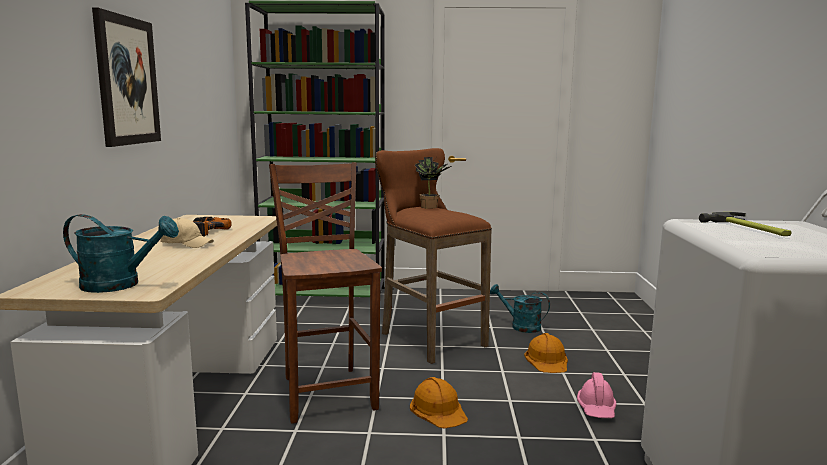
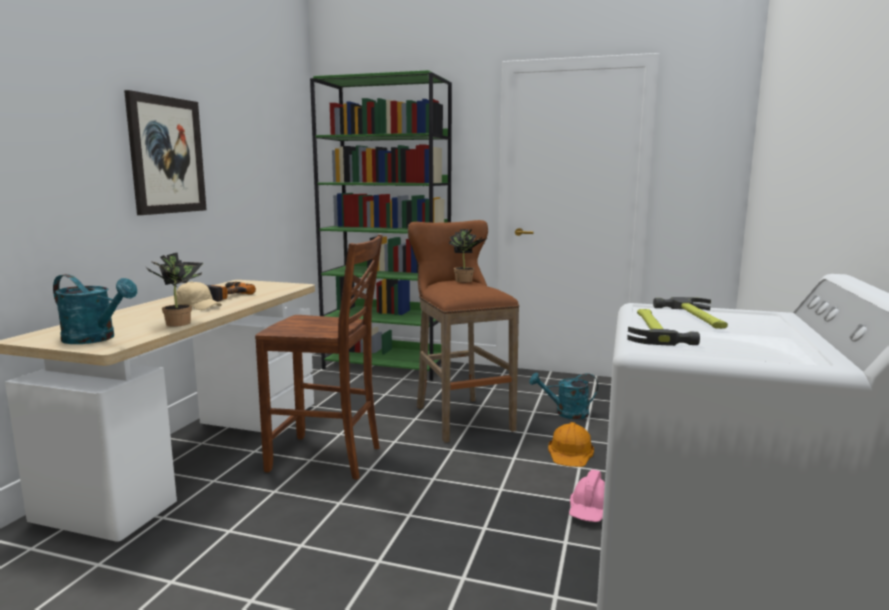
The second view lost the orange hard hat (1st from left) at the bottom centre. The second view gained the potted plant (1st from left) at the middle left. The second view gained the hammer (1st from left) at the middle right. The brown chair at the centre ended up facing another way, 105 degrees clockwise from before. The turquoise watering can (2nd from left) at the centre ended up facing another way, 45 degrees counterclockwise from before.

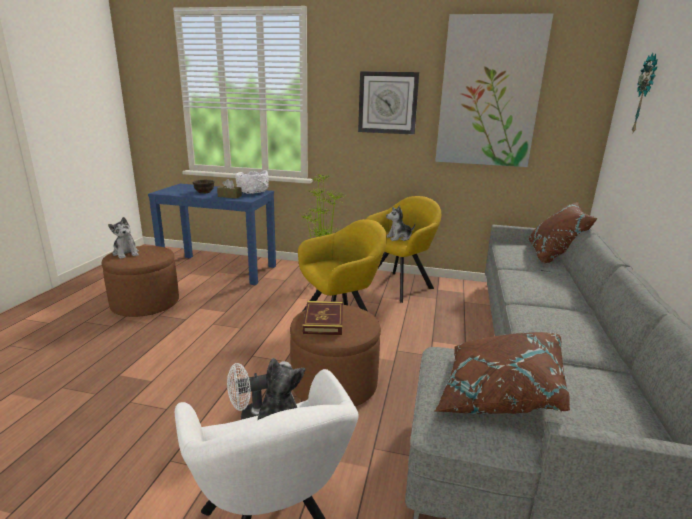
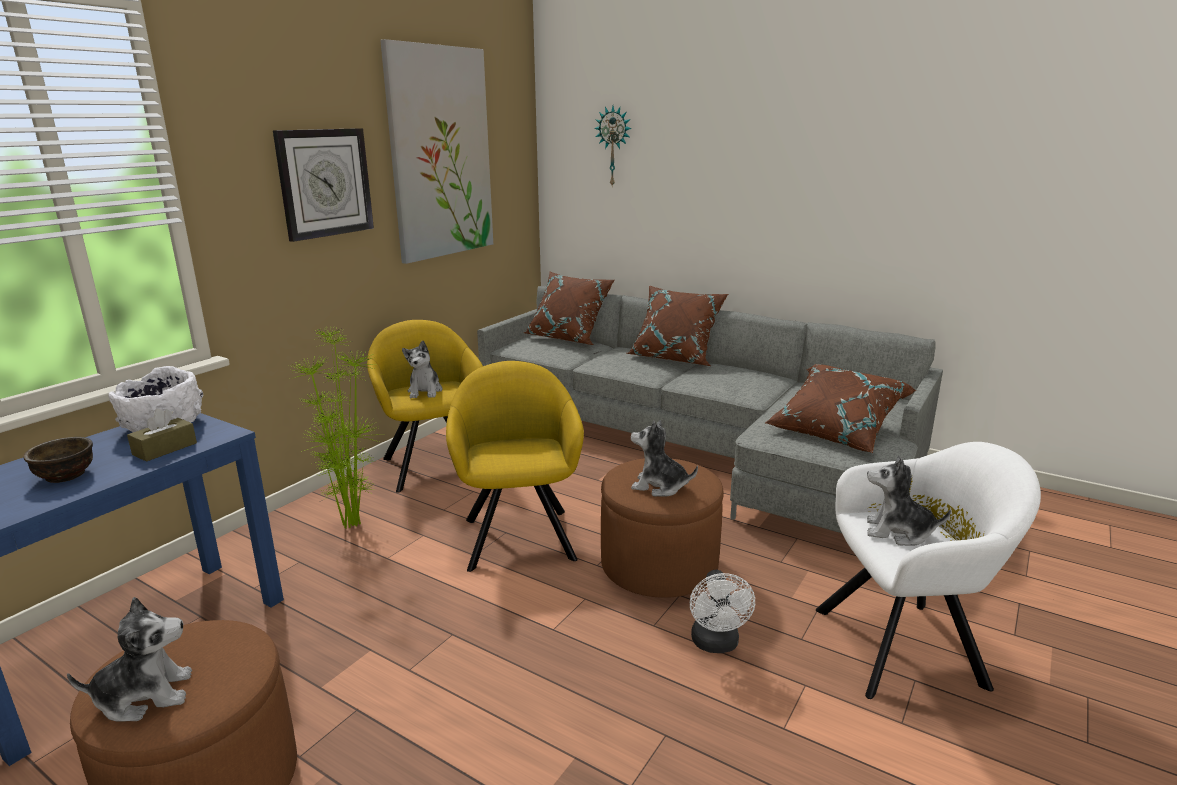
The second view gained the brown pillow (2nd from left) at the centre. Where the book stood at the centre, the plush toy (3rd from left) came to stand at the centre.

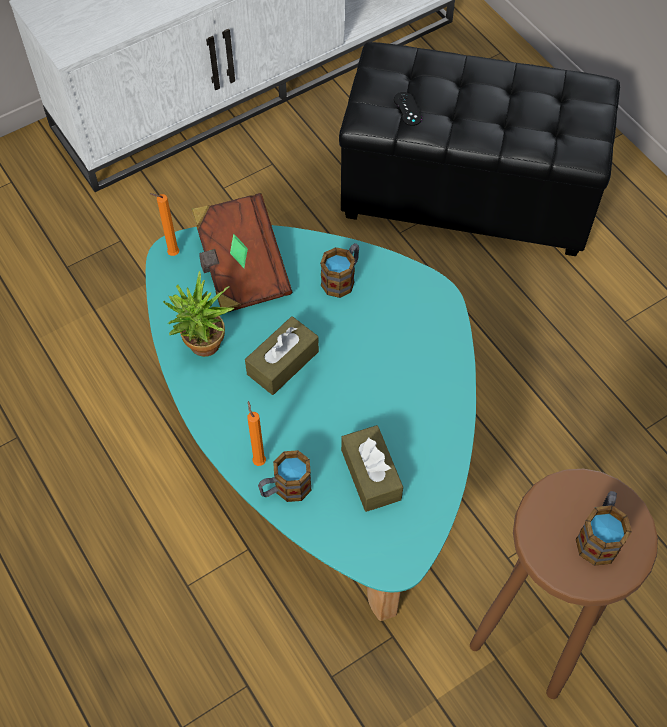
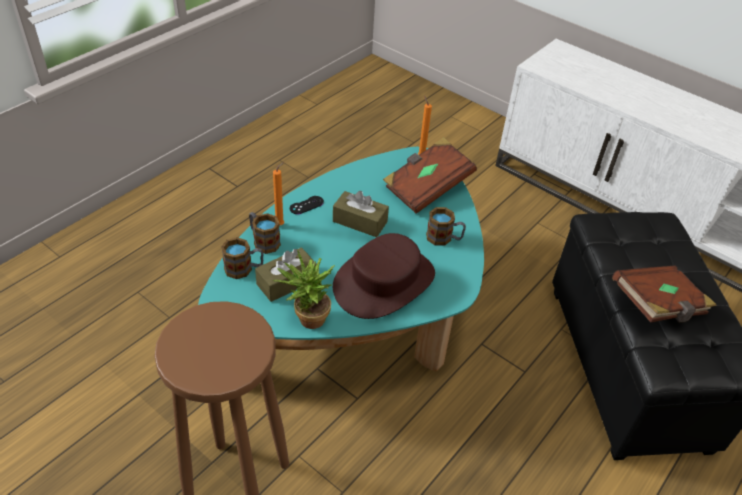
The second view gained the brown hat at the centre. The second view gained the brown book (2nd from left) at the middle right. The potted plant ended up elsewhere, having gone from the middle left to the centre. The black game controller ended up elsewhere, having gone from the top centre to the centre. The mug (3rd from left in the first image) ended up elsewhere, having gone from the bottom right to the middle left.

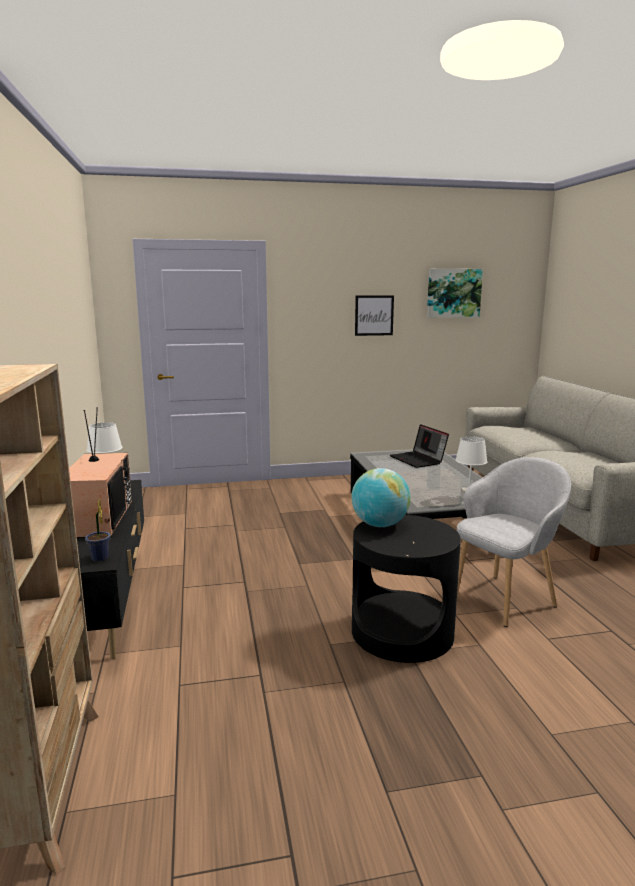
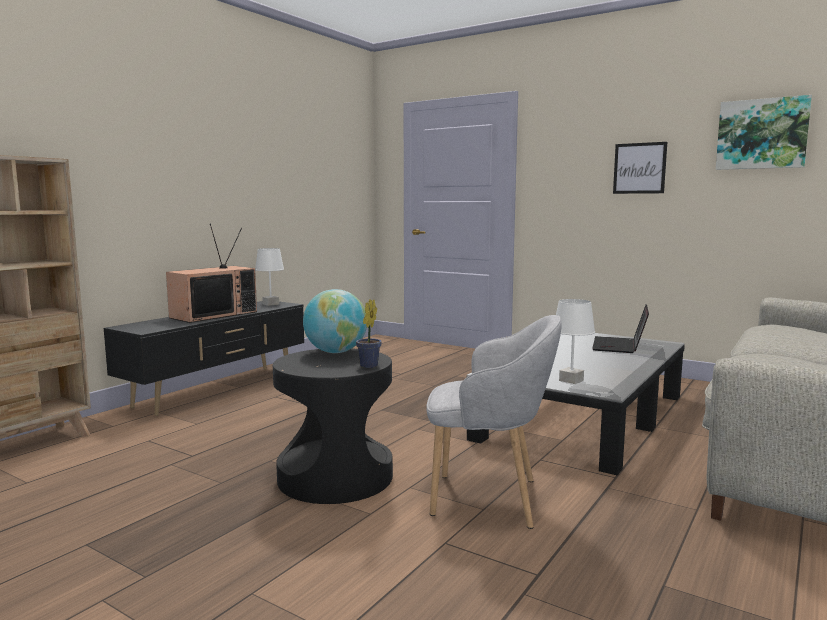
The potted plant ended up elsewhere, having gone from the middle left to the centre.

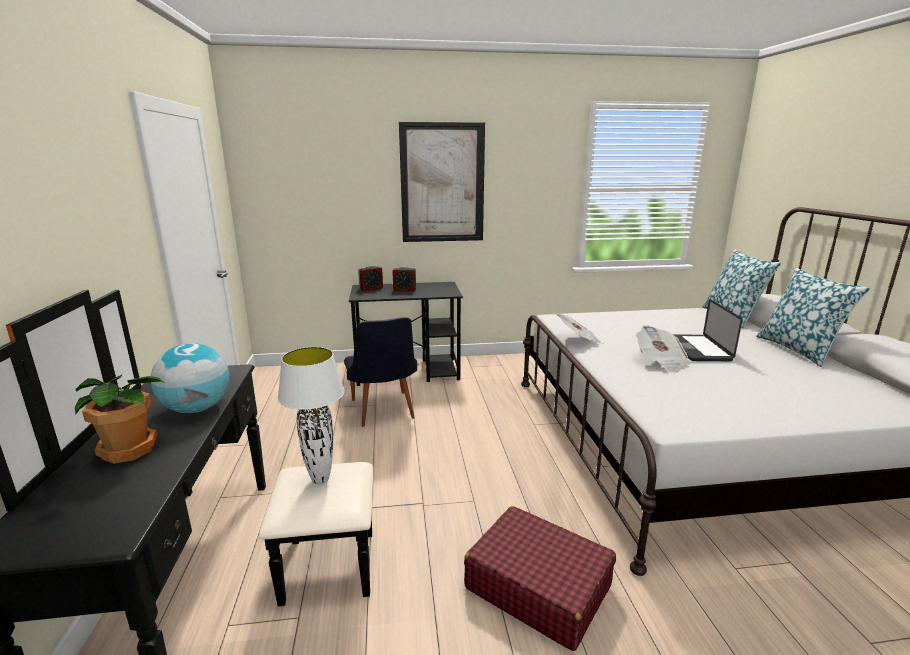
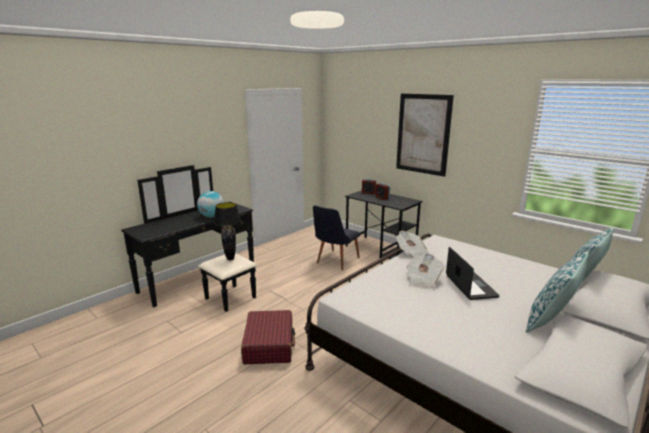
The second view lost the potted plant at the middle left. What was the white table lamp at the centre turned into the black table lamp at the centre. The laptop at the middle right ended up facing another way, 120 degrees clockwise from before.

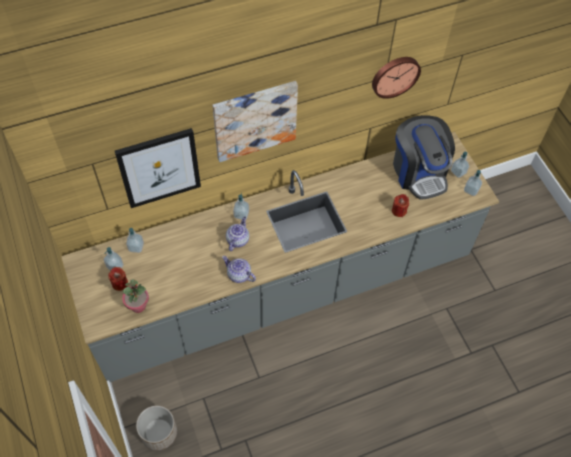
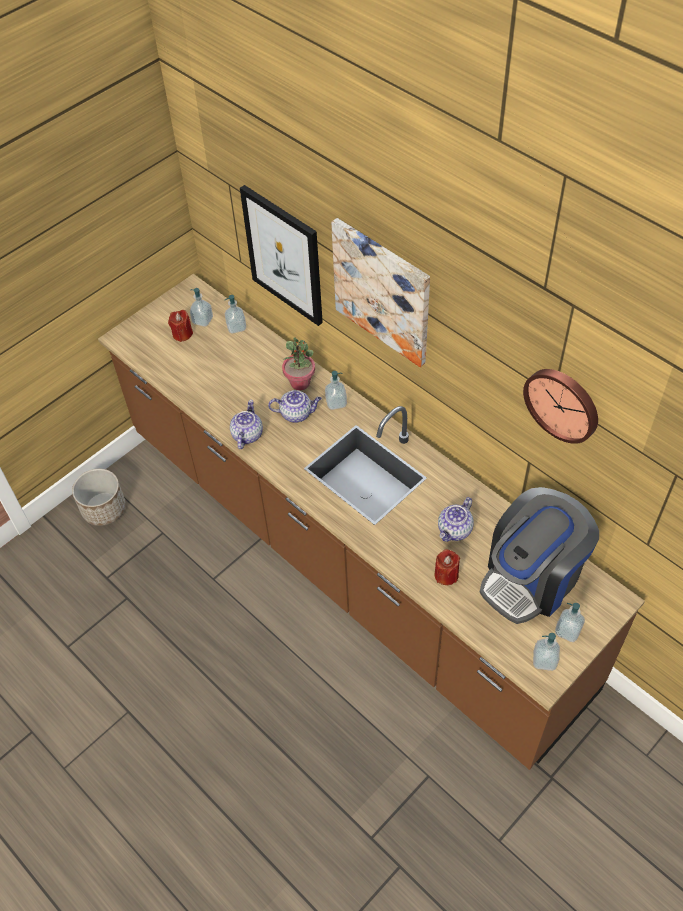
The second view gained the teapot (3rd from left) at the middle right. The potted plant ended up elsewhere, having gone from the middle left to the centre. What was the grey counter at the centre turned into the brown counter at the centre.

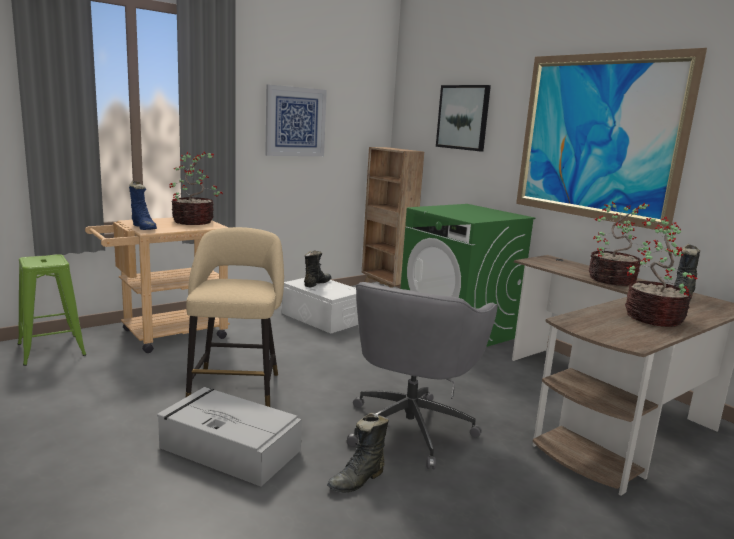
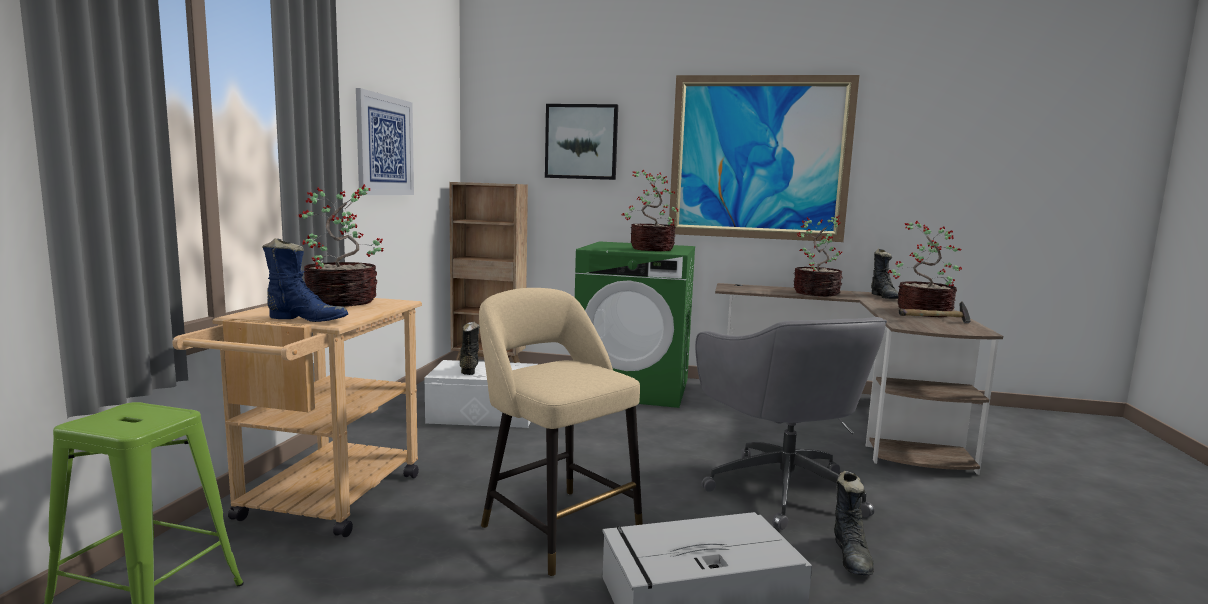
The second view gained the potted plant (2nd from left) at the centre. The second view gained the hammer at the middle right.

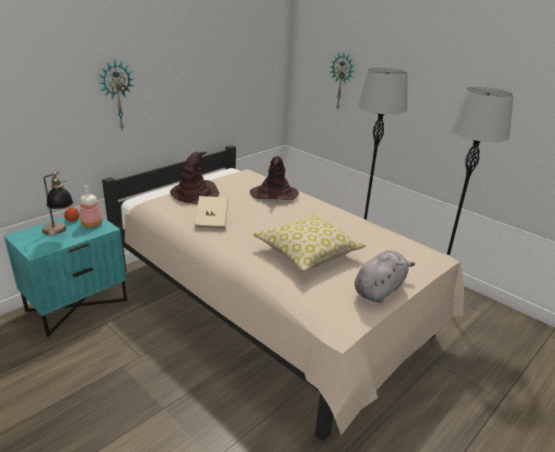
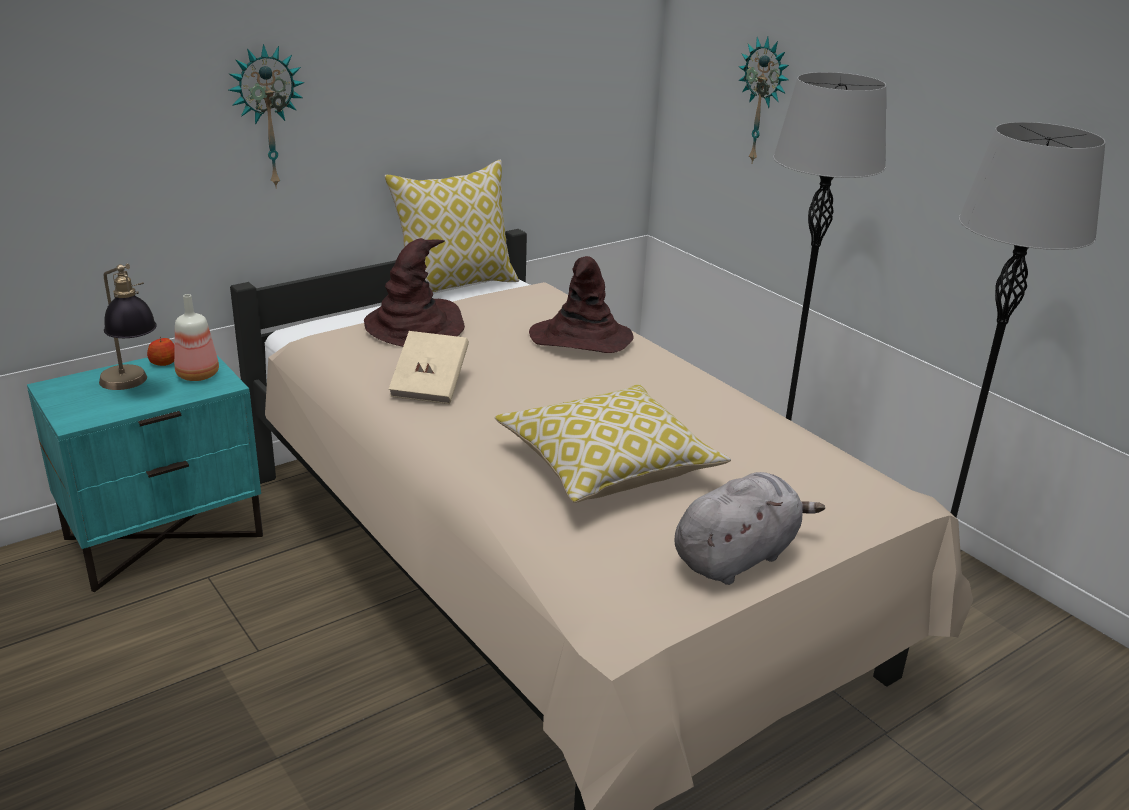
The second view gained the pillow (1st from left) at the top centre.

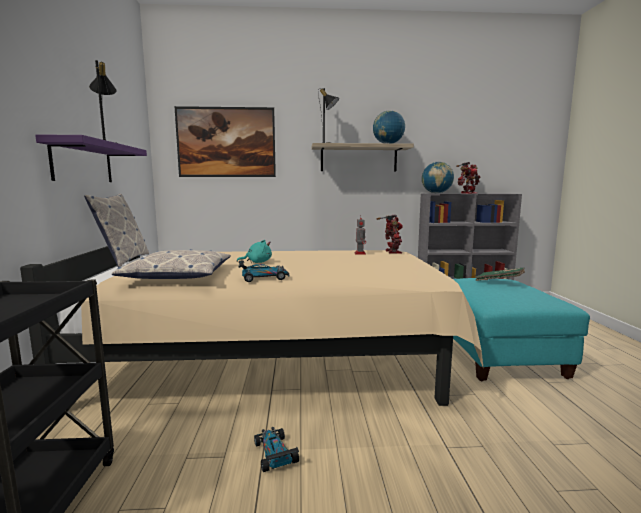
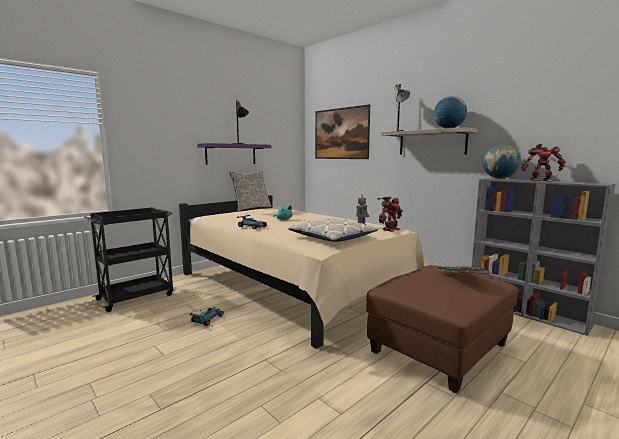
The pillow (2nd from left) ended up elsewhere, having gone from the middle left to the centre. What was the turquoise ottoman at the middle right turned into the brown ottoman at the bottom right.

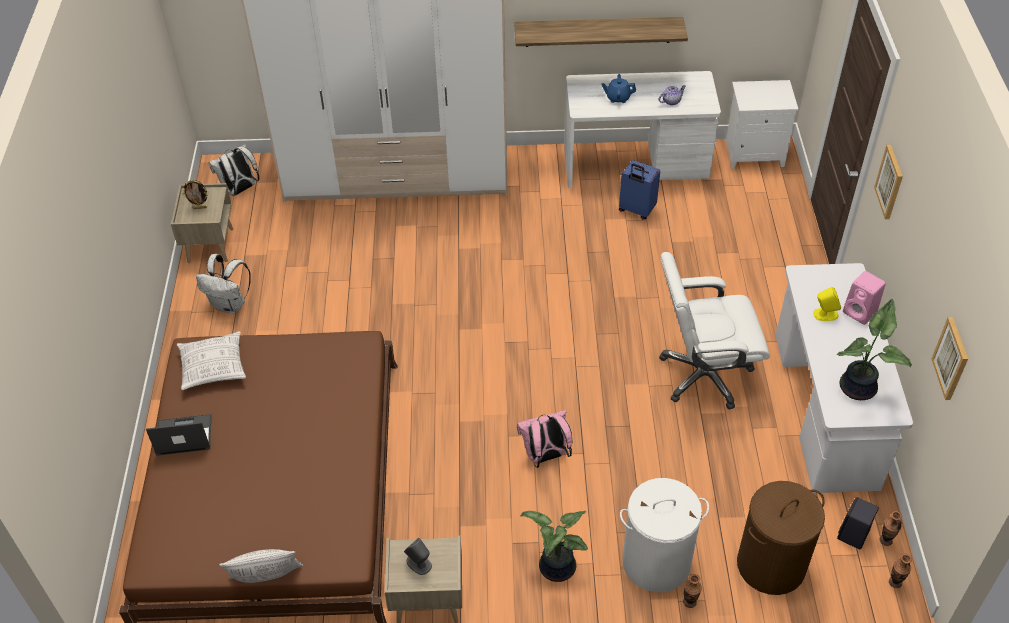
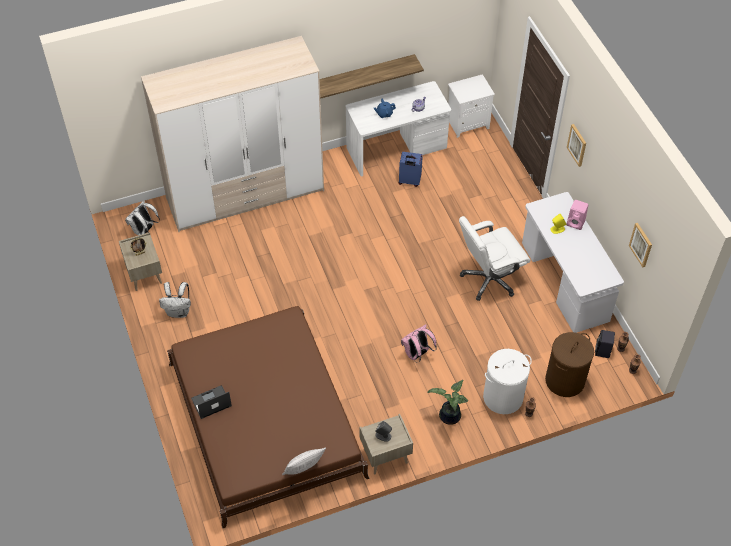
The second view lost the pillow (1st from left) at the middle left. The second view lost the potted plant (2nd from left) at the middle right.

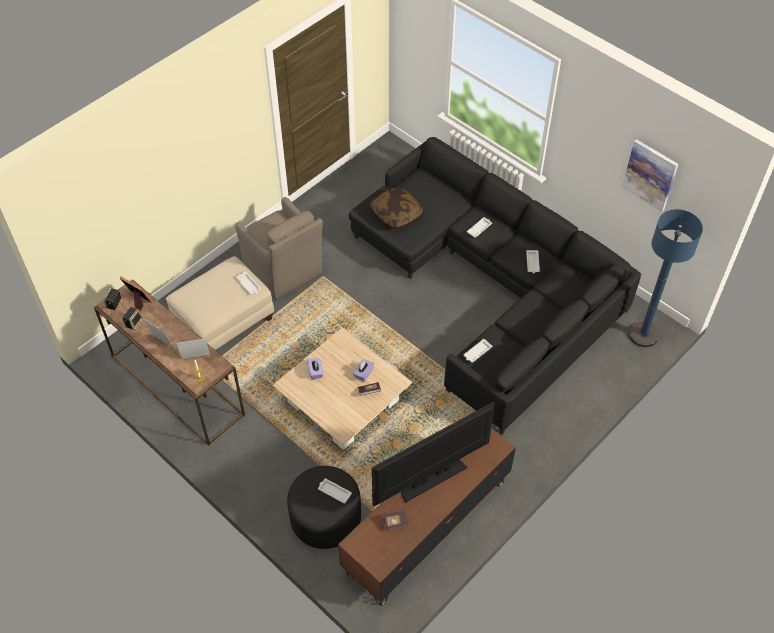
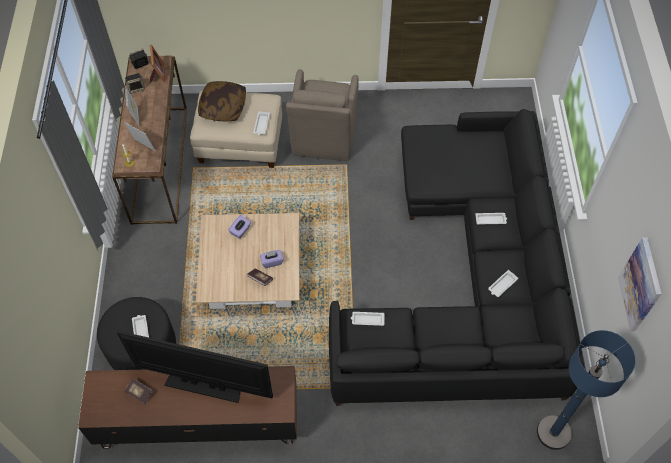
The pillow ended up elsewhere, having gone from the top centre to the top left.

